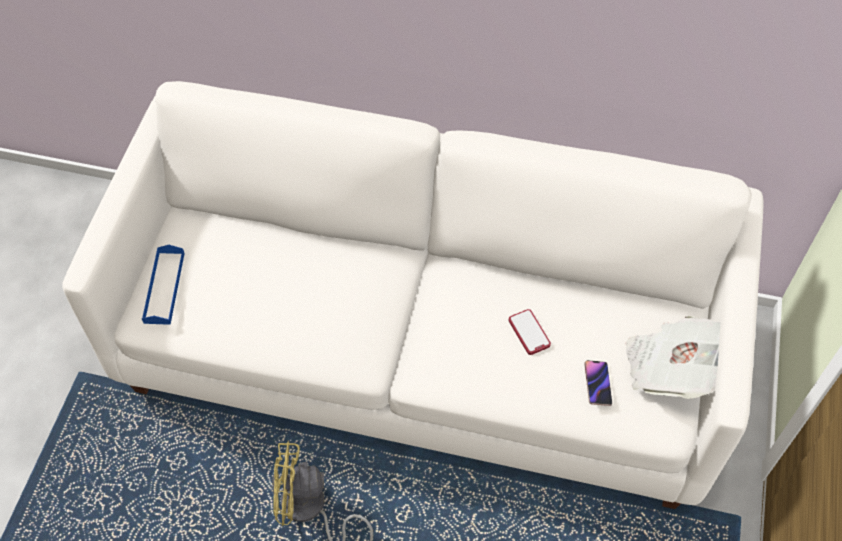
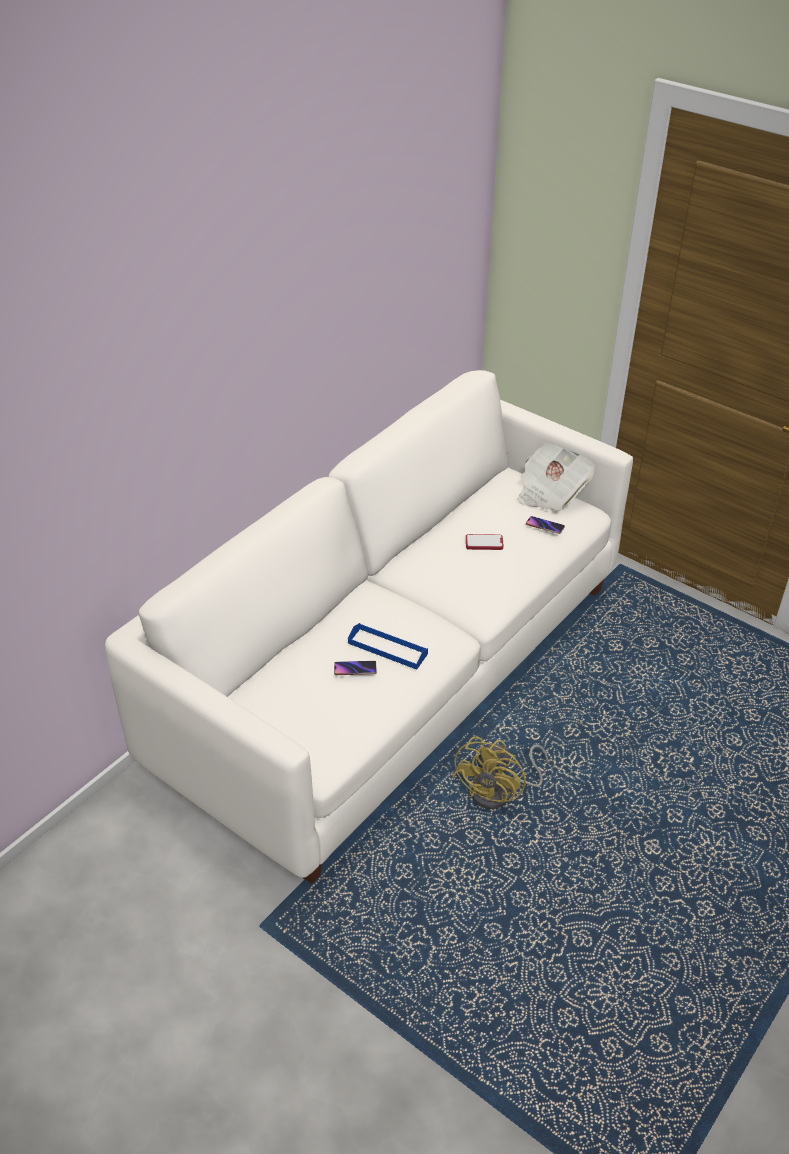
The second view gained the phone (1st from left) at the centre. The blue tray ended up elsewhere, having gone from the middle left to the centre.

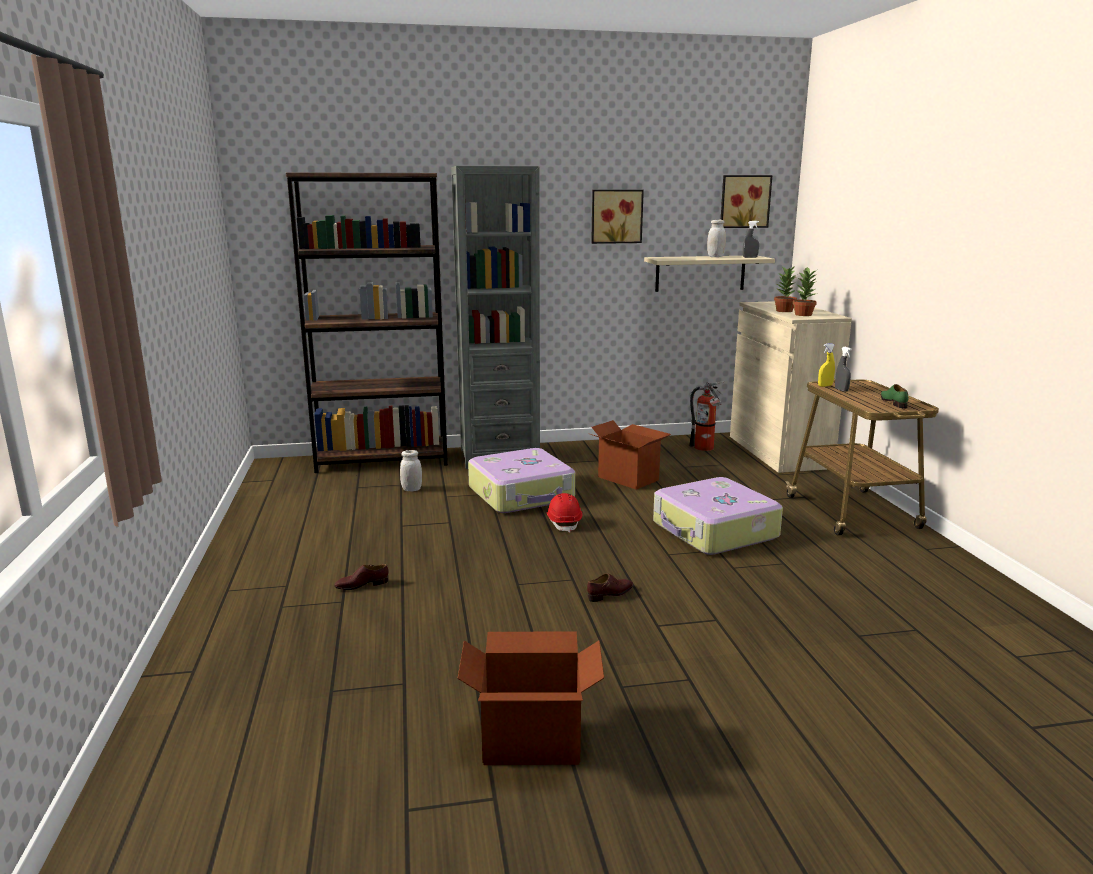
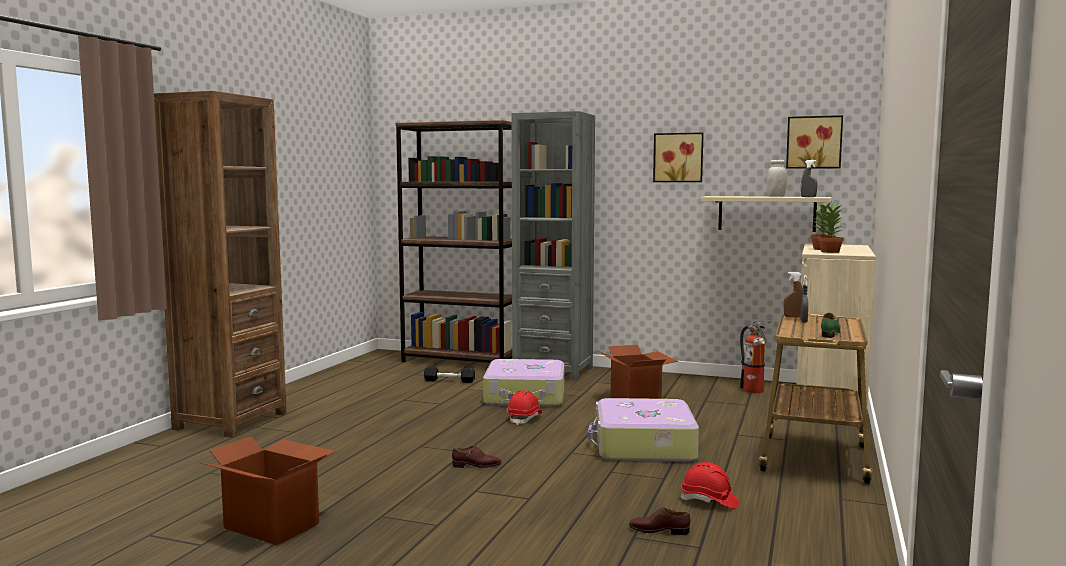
The second view gained the brown bookcase (1st from left) at the middle left. The second view gained the red hard hat (2nd from left) at the bottom centre. The brown shoe (1st from left in the first image) ended up elsewhere, having gone from the middle left to the bottom centre. Where the white jar (1st from left) stood at the centre, the black dumbbell came to stand at the centre. What was the yellow spray bottle at the middle right turned into the brown spray bottle at the middle right.

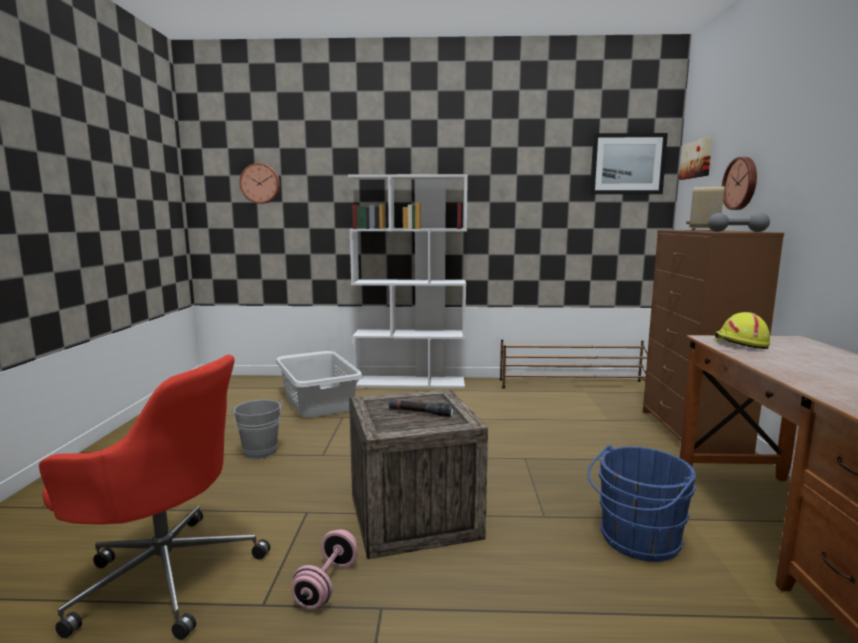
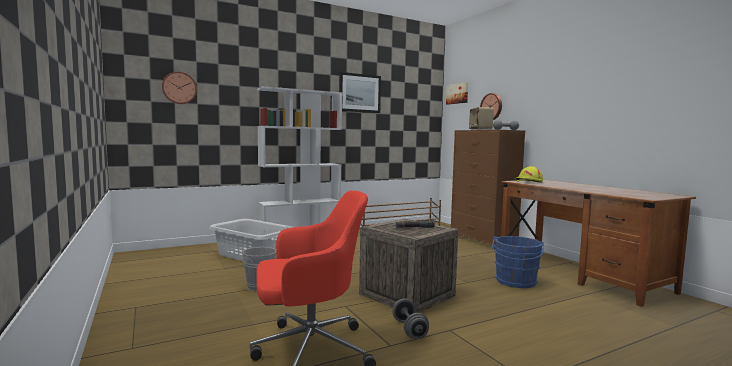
The picture (1st from left) ended up elsewhere, having gone from the top right to the top centre. What was the pink dumbbell at the bottom centre turned into the grey dumbbell (1st from left) at the bottom centre.

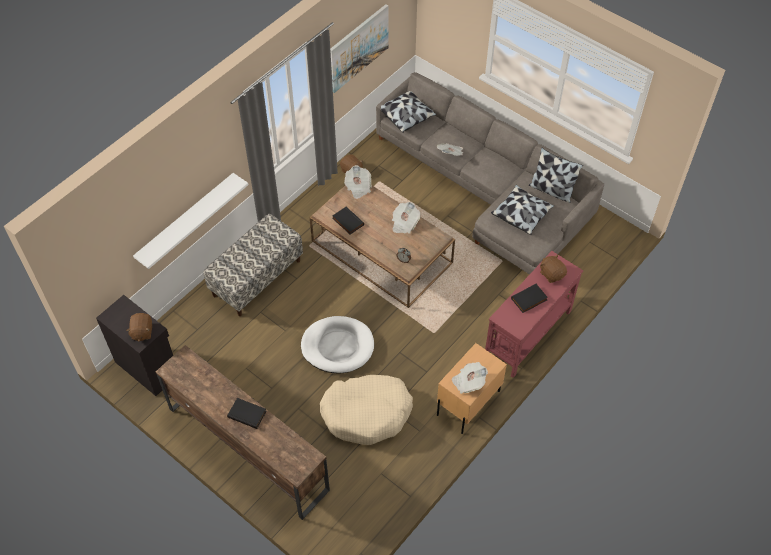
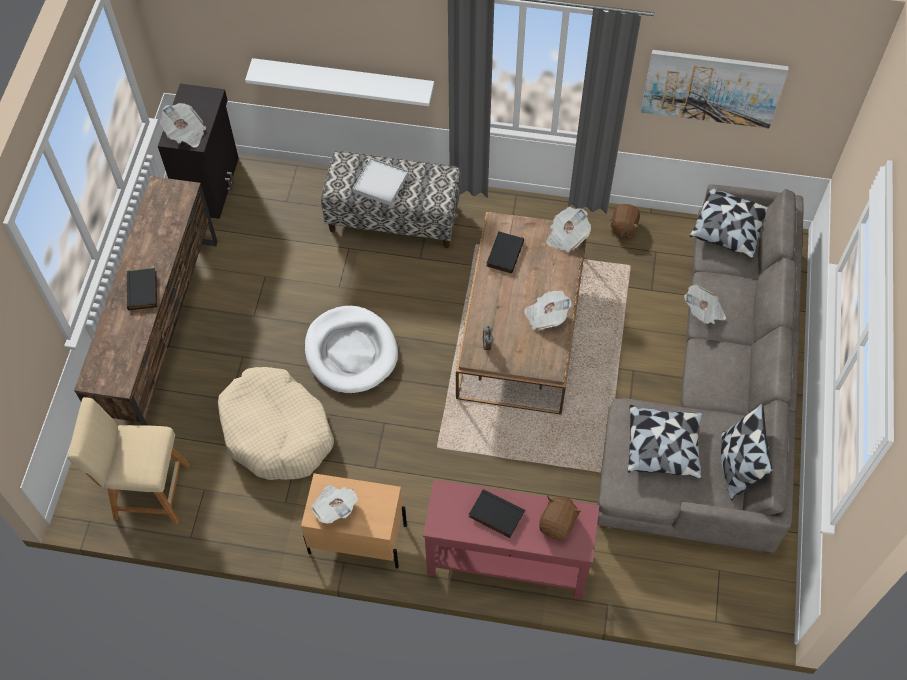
The second view gained the beige stool at the bottom left. The second view gained the white tray at the top centre. Where the brown plush toy (1st from left) stood at the middle left, the newspaper (1st from left) came to stand at the top left.

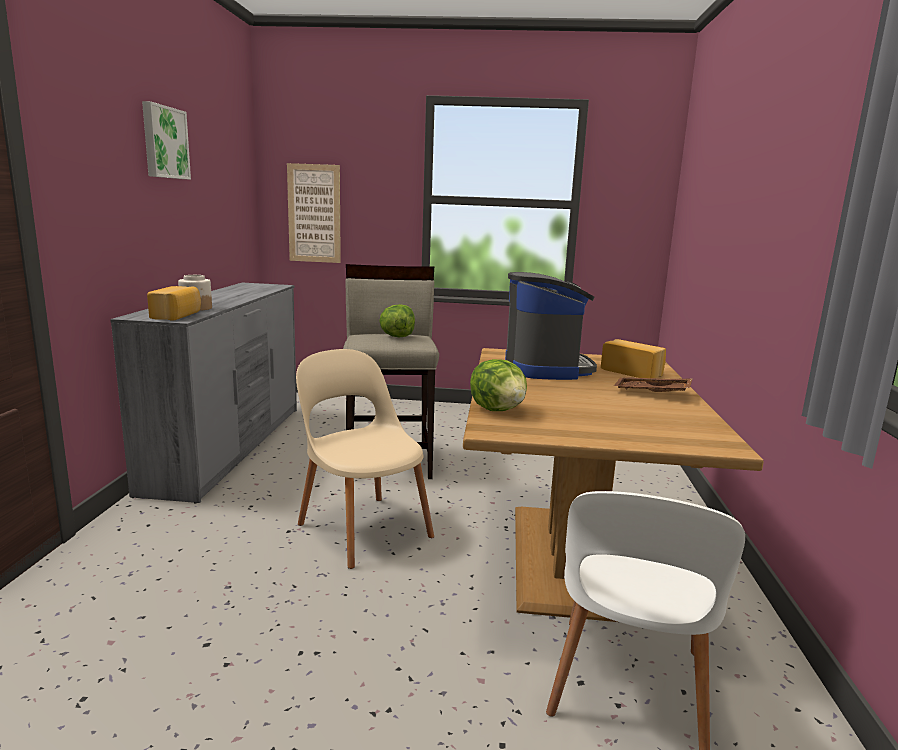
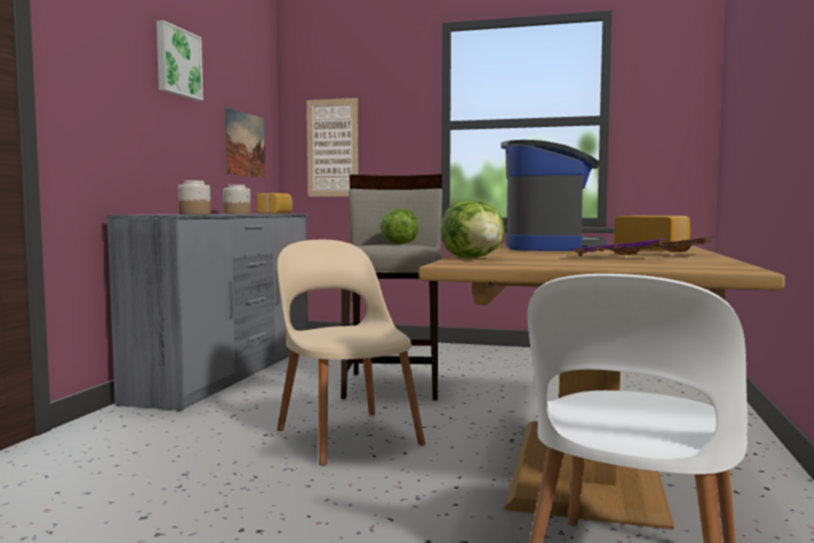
The second view gained the jar (2nd from left) at the middle left. The second view gained the picture (2nd from left) at the top left. The second view gained the purple tray at the middle right. The bread (1st from left) ended up elsewhere, having gone from the middle left to the centre.

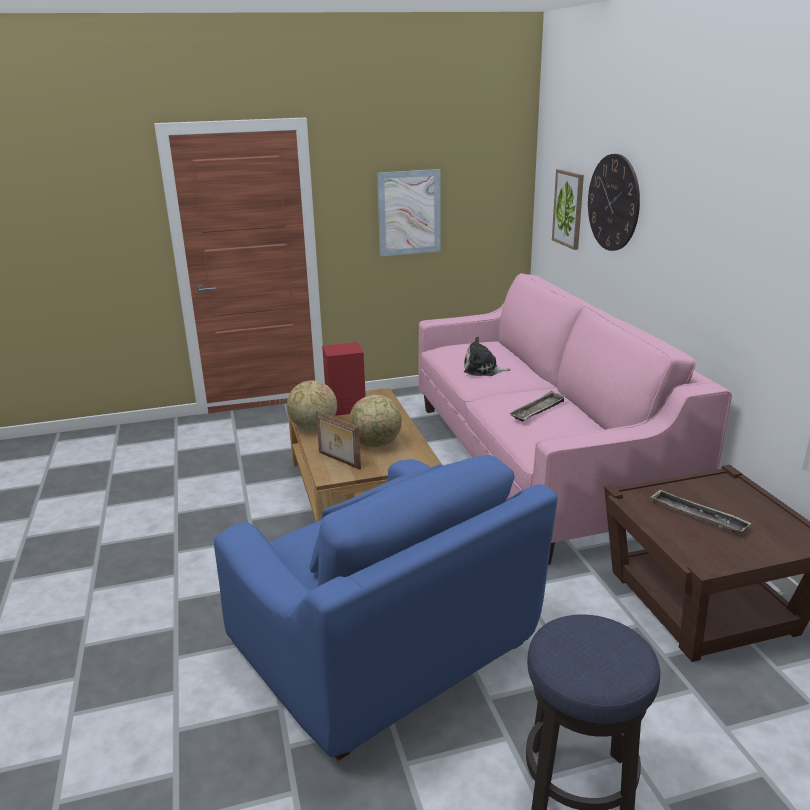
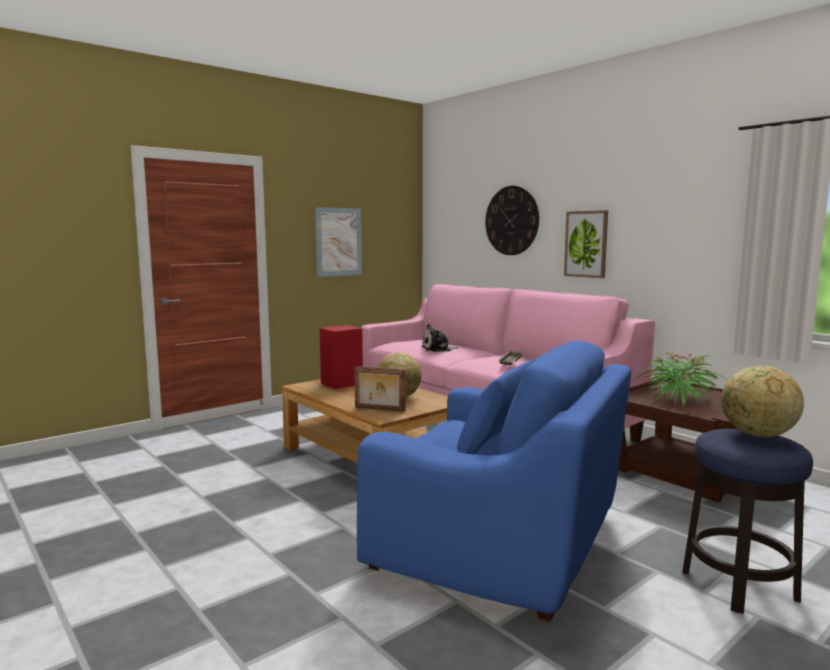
The globe (1st from left in the first image) ended up elsewhere, having gone from the centre to the middle right. The picture (2nd from left) ended up elsewhere, having gone from the top right to the middle right. Where the tray (2nd from left) stood at the middle right, the potted plant came to stand at the middle right.

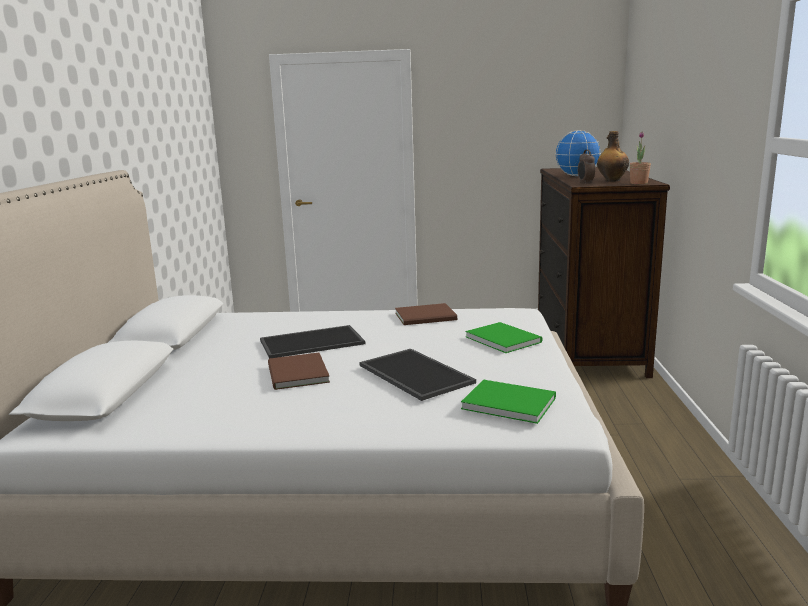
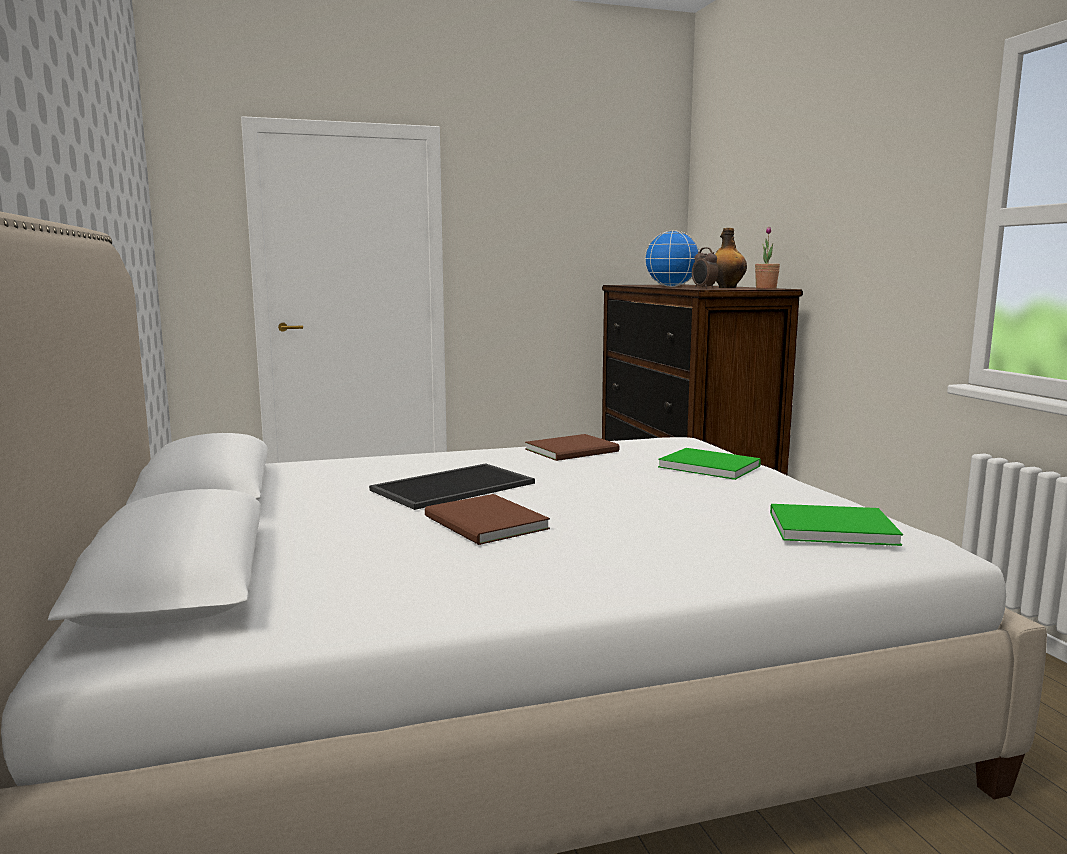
The second view lost the tray (2nd from left) at the centre.

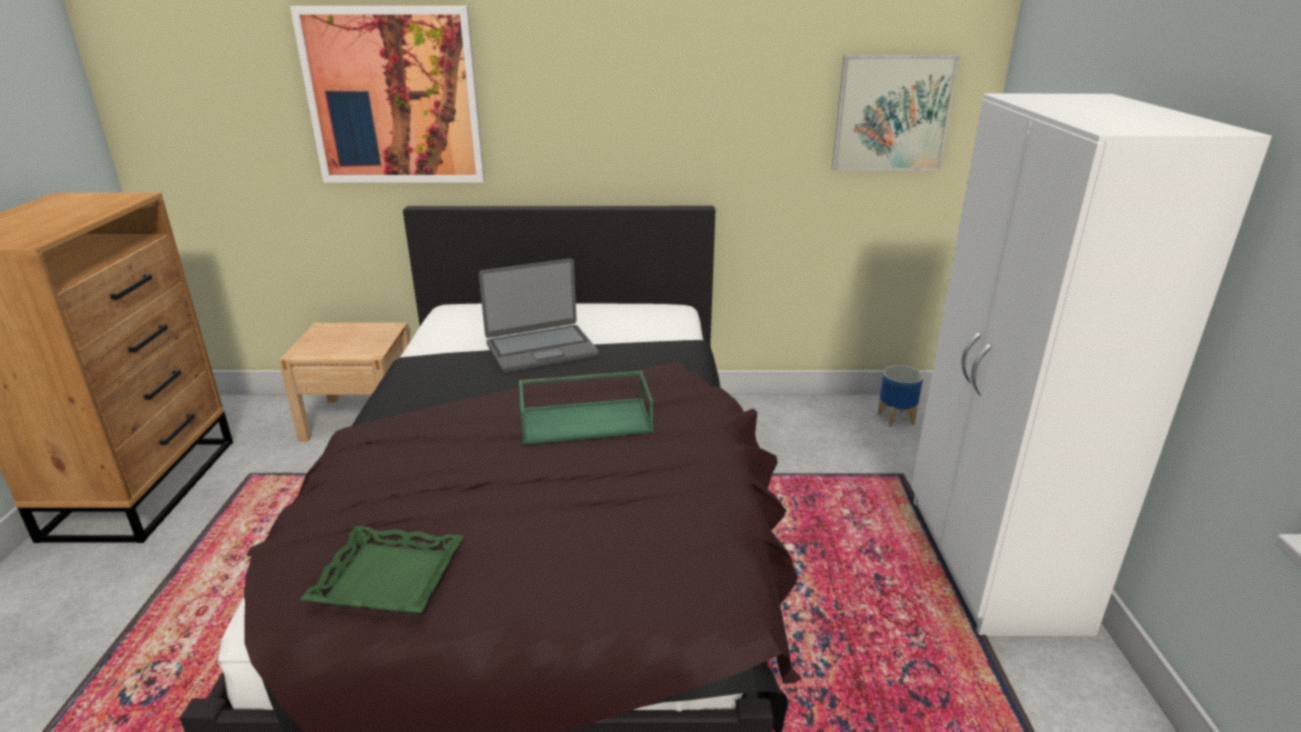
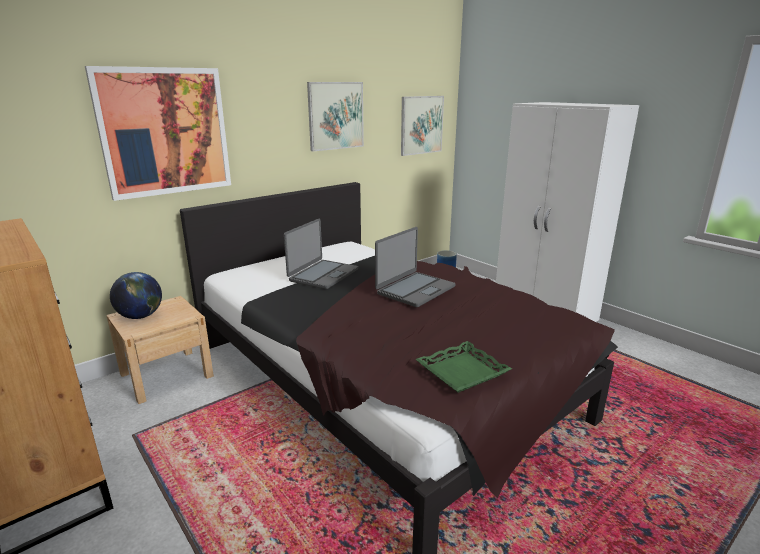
The second view gained the globe at the middle left. The second view gained the picture (2nd from left) at the top centre. Where the green tray (2nd from left) stood at the centre, the laptop (2nd from left) came to stand at the centre.

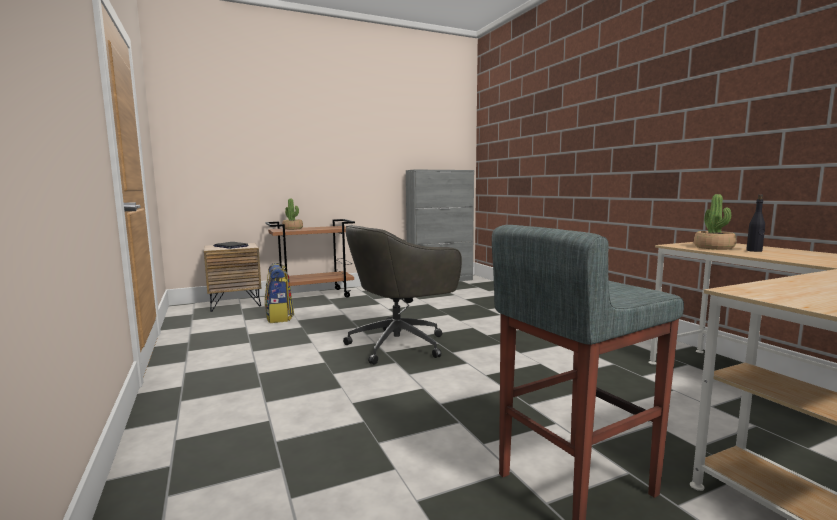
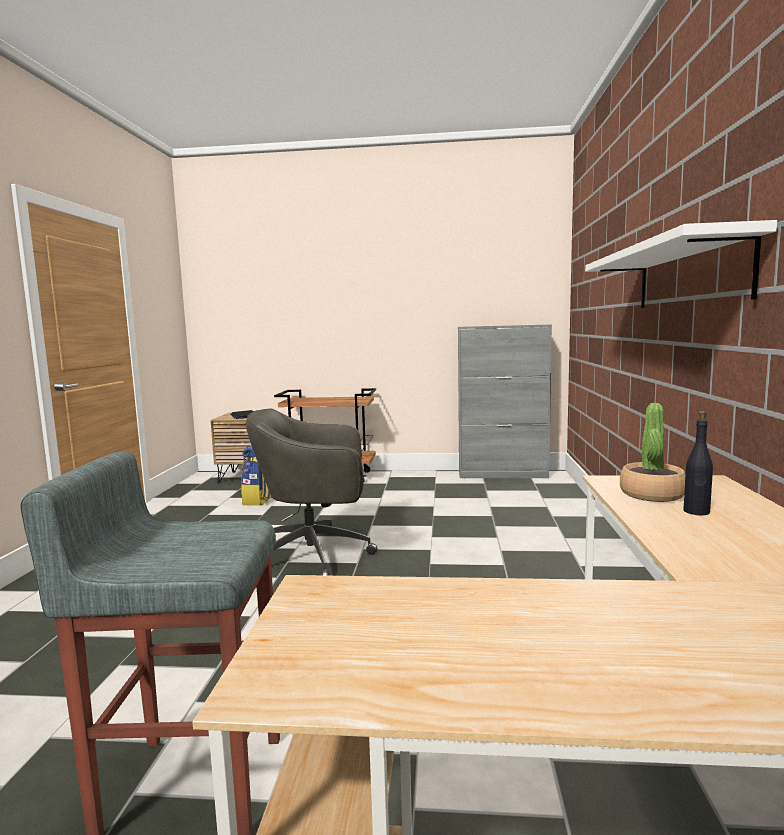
The second view lost the potted plant (1st from left) at the centre. The second view gained the white shelf at the top right.

